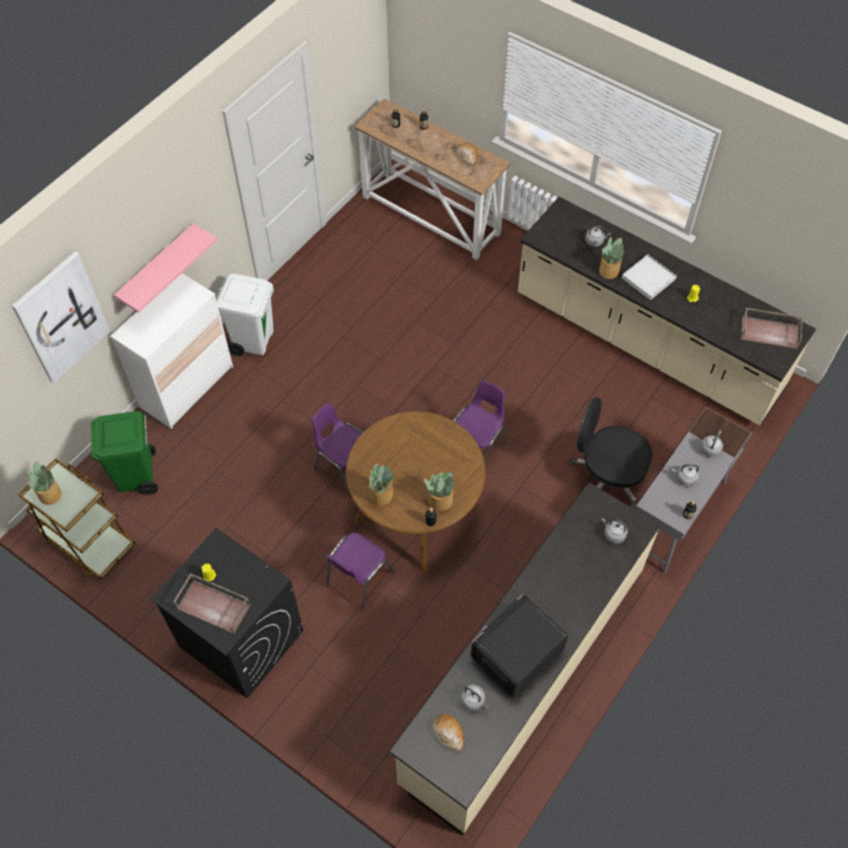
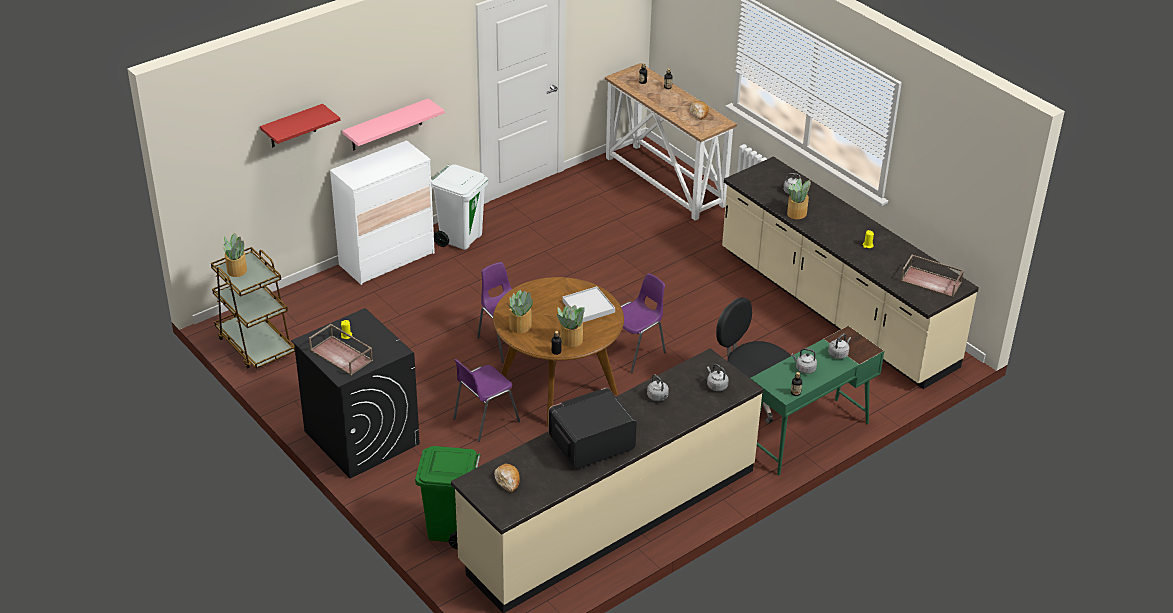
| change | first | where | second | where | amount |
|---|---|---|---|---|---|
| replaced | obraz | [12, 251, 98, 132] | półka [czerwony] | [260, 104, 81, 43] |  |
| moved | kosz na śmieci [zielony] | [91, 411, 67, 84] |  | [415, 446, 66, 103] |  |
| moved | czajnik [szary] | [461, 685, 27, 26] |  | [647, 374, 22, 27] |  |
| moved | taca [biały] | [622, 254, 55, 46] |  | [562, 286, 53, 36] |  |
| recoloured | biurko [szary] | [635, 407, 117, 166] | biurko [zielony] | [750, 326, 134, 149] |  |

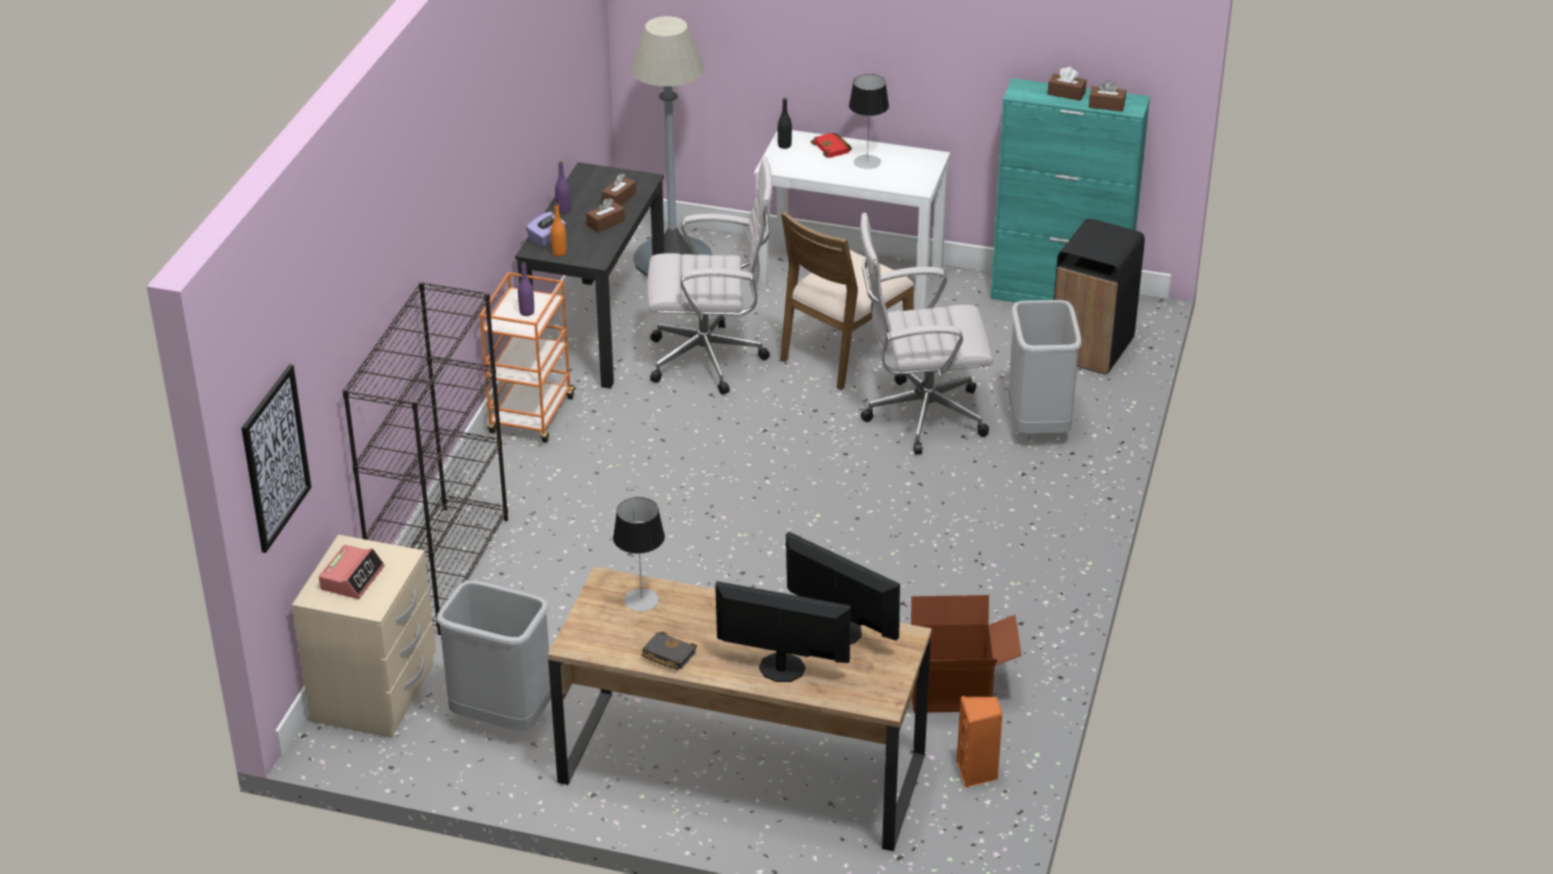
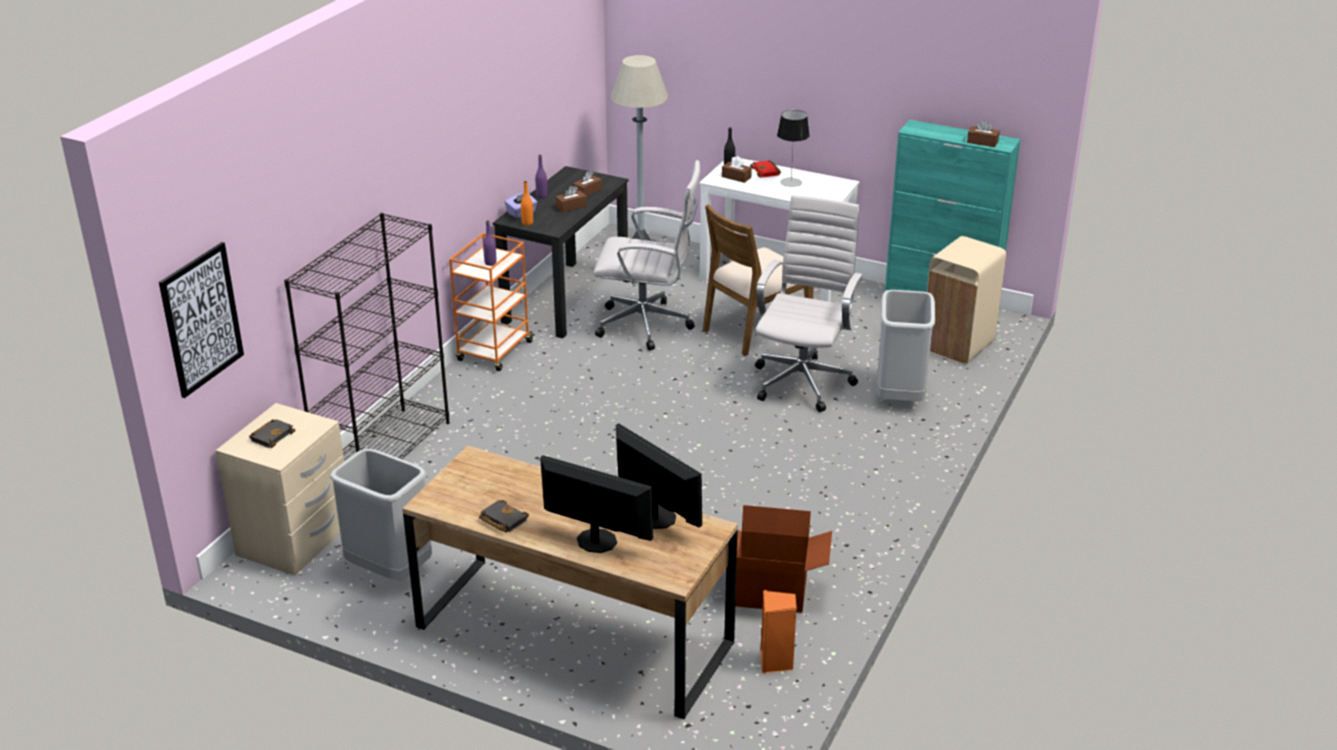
| change | first | where | second | where | amount |
|---|---|---|---|---|---|
| replaced | budzik | [319, 545, 66, 54] | książka [czarny] | [249, 419, 47, 29] |  |
| removed | lampa stołowa | [613, 497, 52, 114] |  |  |  |
| turned | krzesło biurowe [biały] | [860, 213, 133, 241] |  | [755, 195, 108, 217] | 105 degrees clockwise |
| moved | pudełko chusteczek [brązowy] | [1048, 67, 39, 34] |  | [722, 156, 30, 27] |  |
| recoloured | kosz na śmieci [czarny] | [1054, 219, 91, 155] | kosz na śmieci [beżowy] | [927, 236, 79, 128] |  |

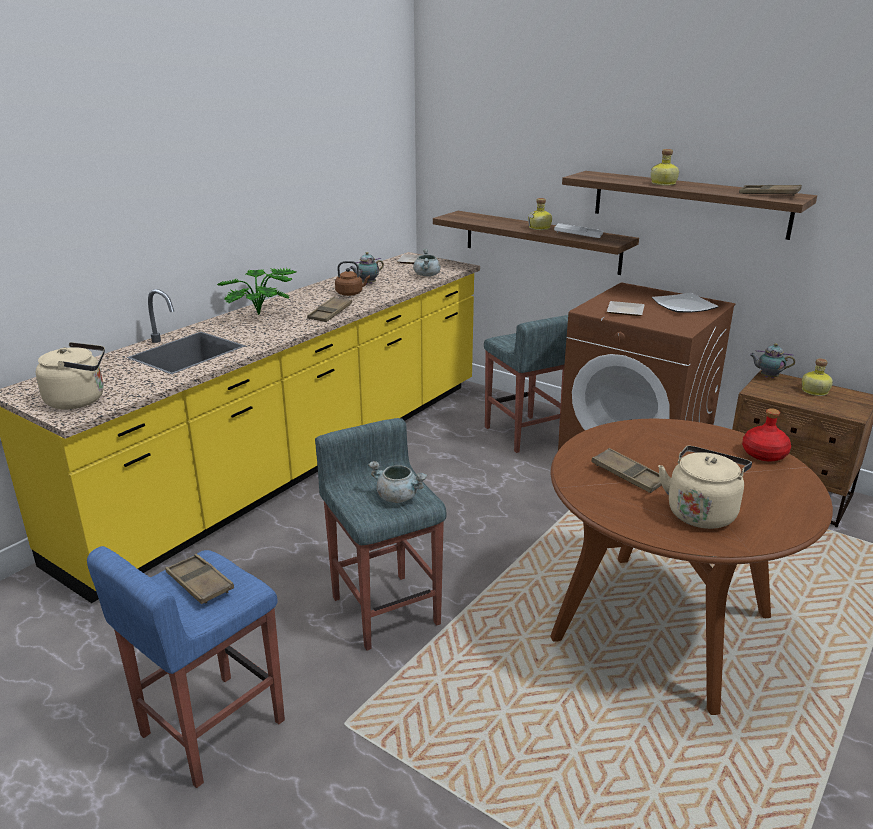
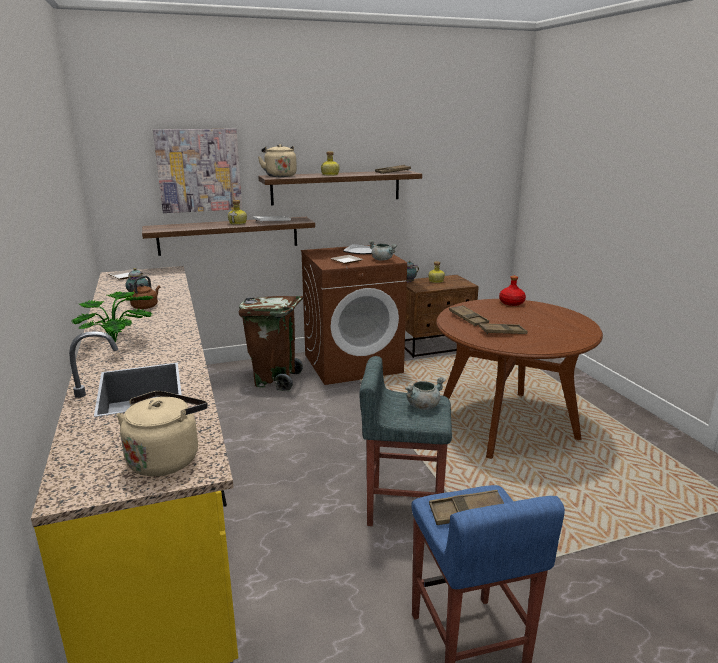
| change | first | where | second | where | amount |
|---|---|---|---|---|---|
| moved | taca [brązowy] | [307, 297, 45, 25] |  | [449, 305, 40, 21] |  |
| moved | garnek [szary] | [413, 249, 28, 28] |  | [368, 240, 29, 21] |  |
| replaced | stołek [szary] | [484, 315, 84, 138] | kosz na śmieci [brązowy] | [239, 296, 65, 95] |  |
| moved | czajnik [beżowy] | [658, 446, 94, 83] |  | [258, 144, 39, 33] |  |
| added |  |  | obraz | [153, 129, 89, 84] |  |

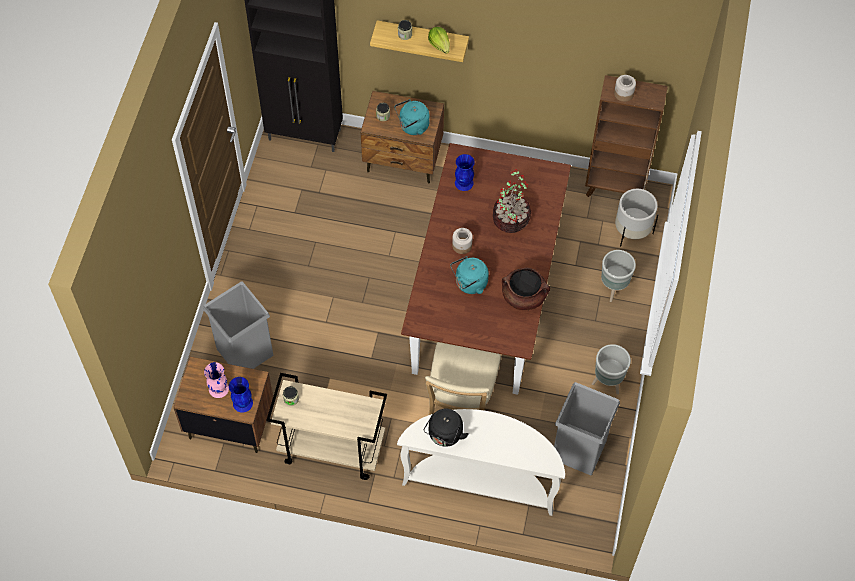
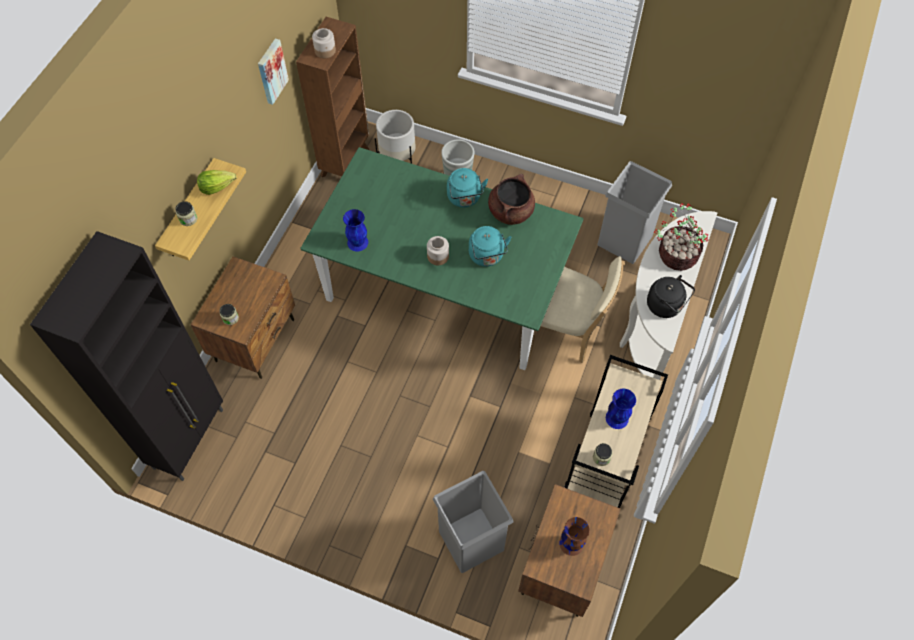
| change | first | where | second | where | amount |
|---|---|---|---|---|---|
| recoloured | wazon [różowy] | [204, 362, 25, 36] | wazon [brązowy] | [559, 517, 31, 39] |  |
| moved | wazon [niebieski] | [229, 377, 24, 36] |  | [606, 388, 30, 41] |  |
| moved | czajnik [turkusowy] | [395, 99, 35, 36] |  | [447, 168, 41, 39] |  |
| recoloured | stół jadalny [brązowy] | [401, 143, 170, 252] | stół jadalny [zielony] | [301, 147, 282, 223] |  |
| moved | roślina doniczkowa | [493, 169, 38, 64] |  | [654, 203, 54, 68] |  |
| removed | donica [szary] | [592, 344, 39, 50] |  |  |  |
| added |  |  | obraz | [258, 38, 31, 67] |  |

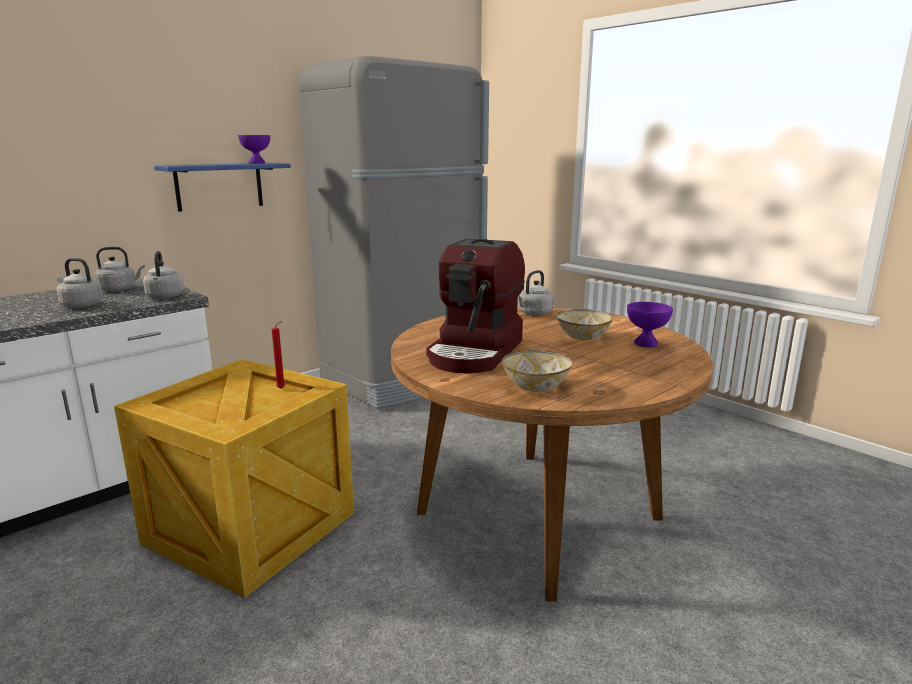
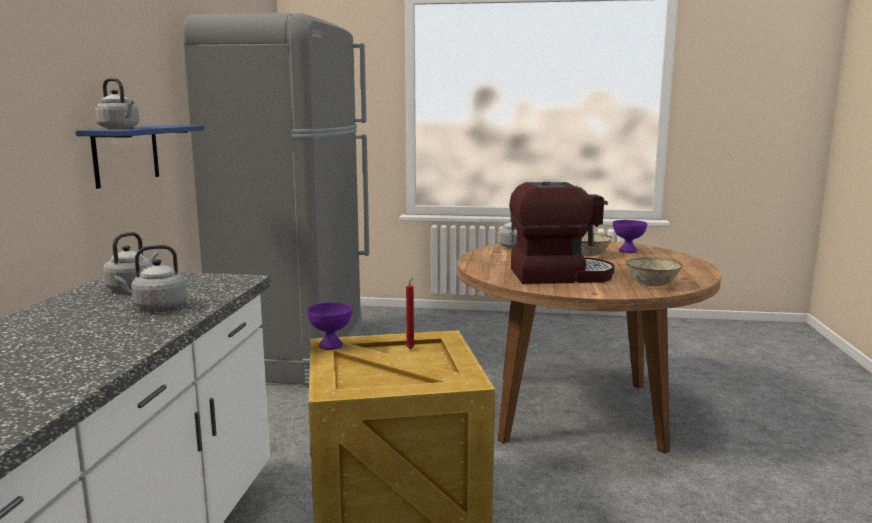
| change | first | where | second | where | amount |
|---|---|---|---|---|---|
| moved | czajnik [szary] | [143, 251, 41, 48] |  | [95, 78, 44, 51] |  |
| moved | miska [fioletowy] | [238, 135, 32, 29] |  | [307, 302, 45, 48] |  |
| turned | ekspres do kawy | [426, 239, 99, 134] |  | [509, 182, 105, 102] | 75 degrees counterclockwise |

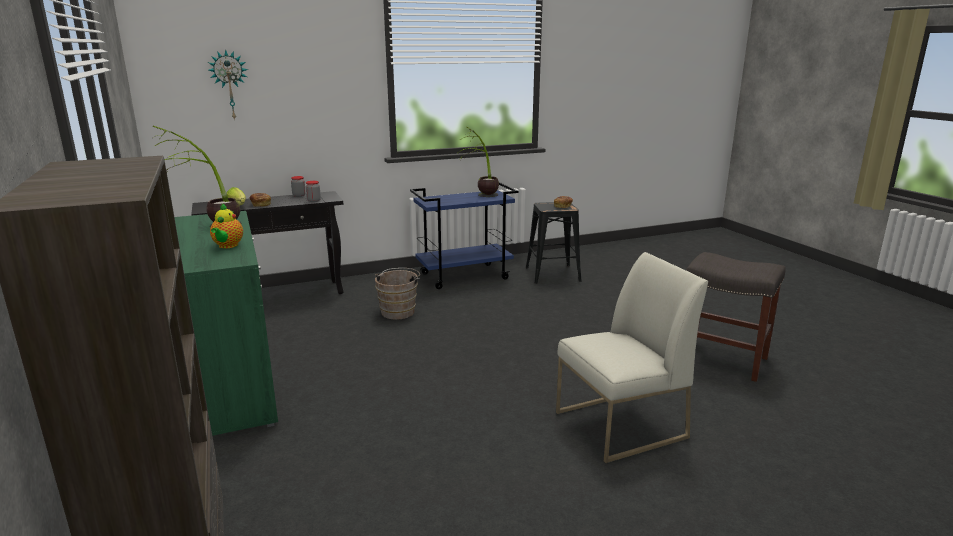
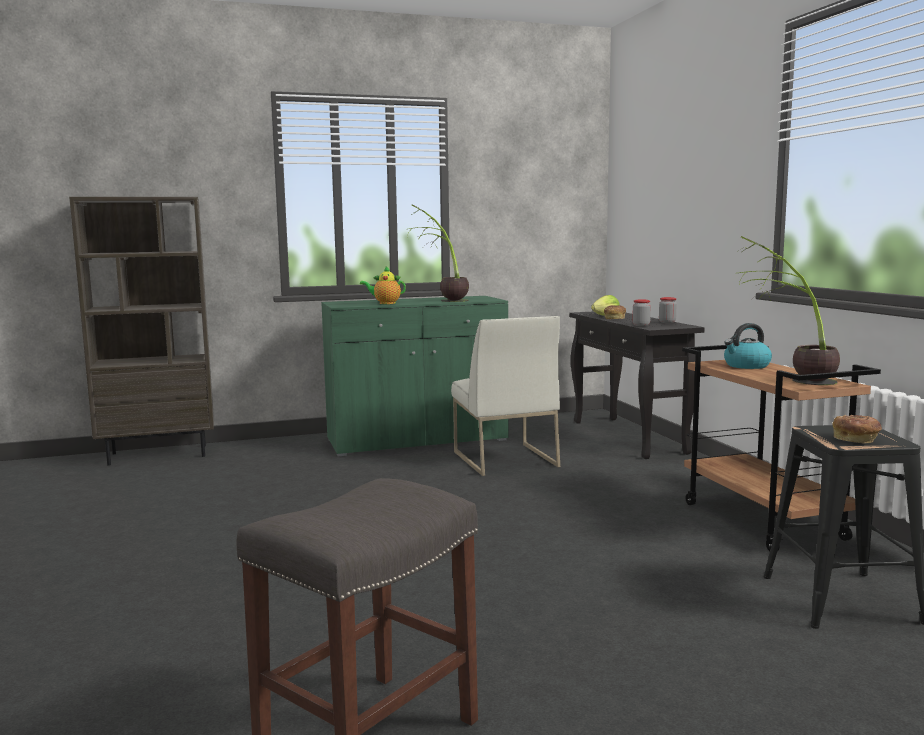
| change | first | where | second | where | amount |
|---|---|---|---|---|---|
| removed | zegar ścienny | [208, 49, 40, 72] |  |  |  |
| removed | wiadro [brązowy] | [375, 268, 45, 52] |  |  |  |
| recoloured | wózek [niebieski] | [410, 182, 108, 107] | wózek [brązowy] | [682, 345, 199, 206] |  |
| moved | krzesło [biały] | [556, 252, 152, 211] |  | [451, 316, 109, 160] |  |
| added |  |  | czajnik | [724, 323, 48, 46] |  |

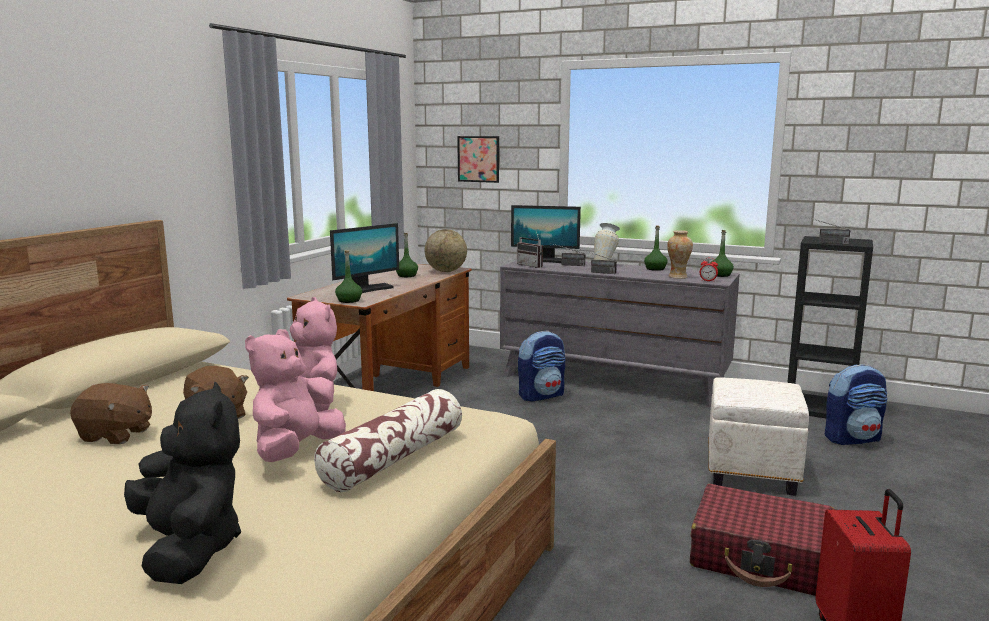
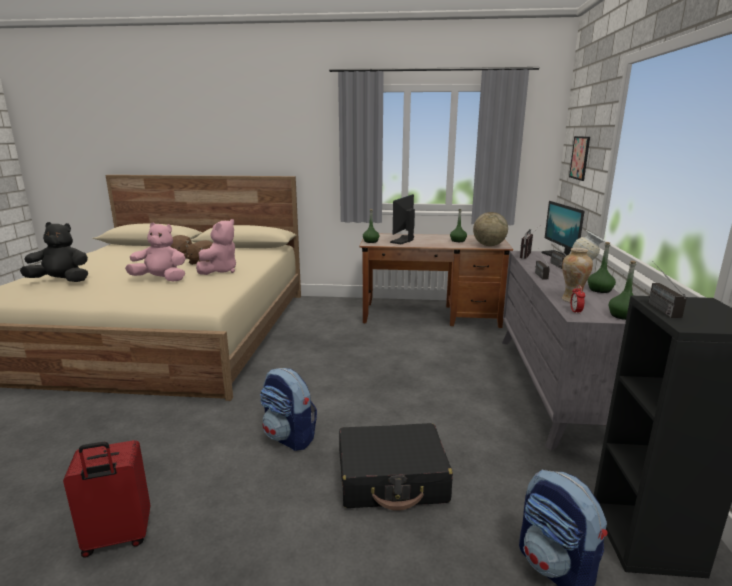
| change | first | where | second | where | amount |
|---|---|---|---|---|---|
| turned | pluszak [czarny] | [124, 382, 117, 202] |  | [20, 222, 68, 60] | 135 degrees counterclockwise |
| removed | poduszka | [314, 389, 148, 103] |  |  |  |
| turned | monitor | [330, 223, 69, 70] |  | [390, 194, 25, 50] | 90 degrees clockwise |
| moved | plecak | [518, 331, 47, 71] |  | [260, 368, 57, 83] |  |
| removed | walizka [czerwony] | [690, 484, 145, 112] |  |  |  |
| replaced | pufa [biały] | [708, 378, 101, 118] | walizka [czarny] | [339, 423, 114, 88] |  |

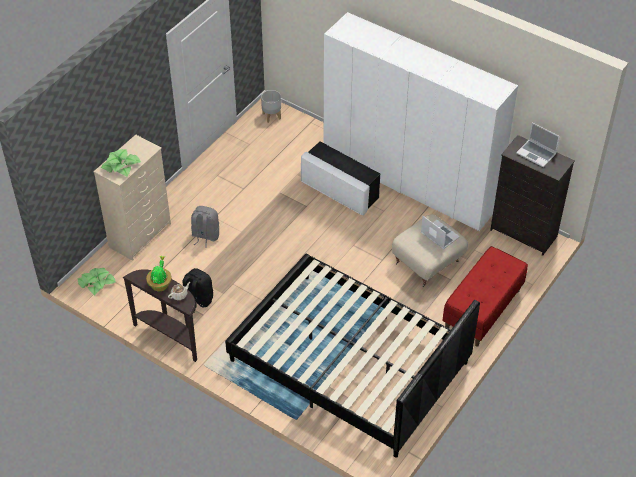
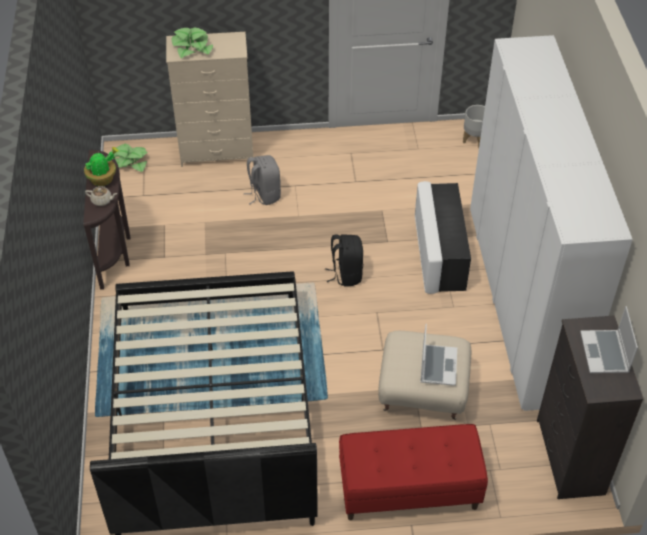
| change | first | where | second | where | amount |
|---|---|---|---|---|---|
| moved | plecak [czarny] | [183, 268, 30, 45] |  | [325, 234, 38, 53] |  |

